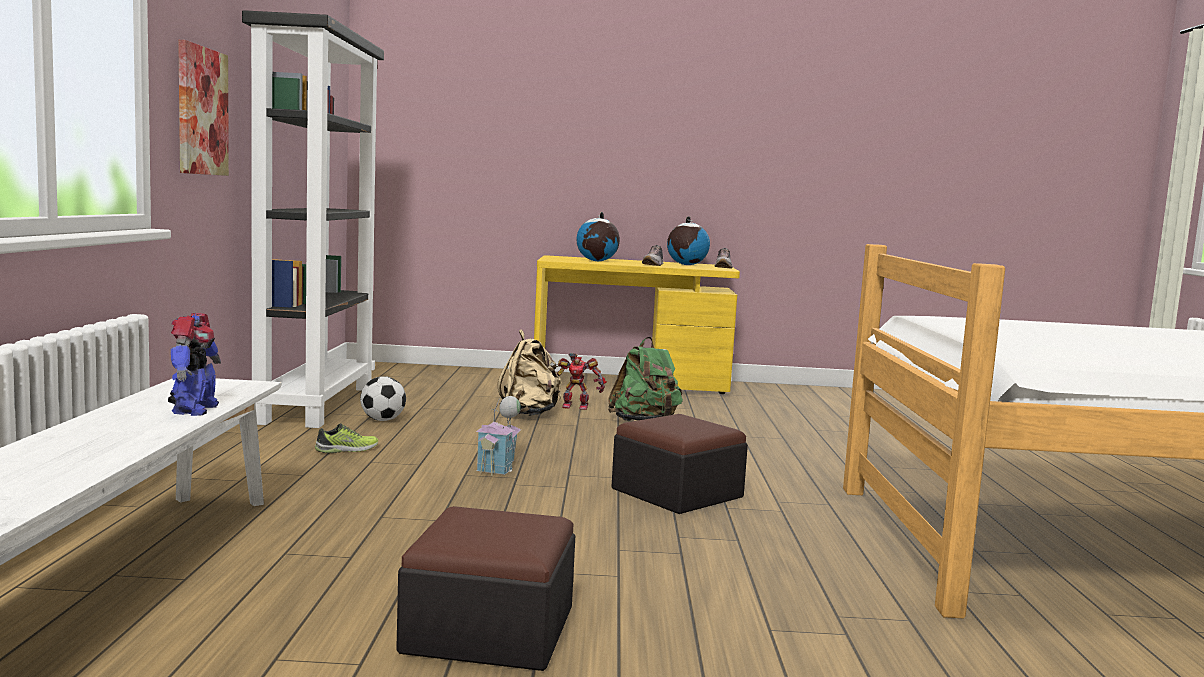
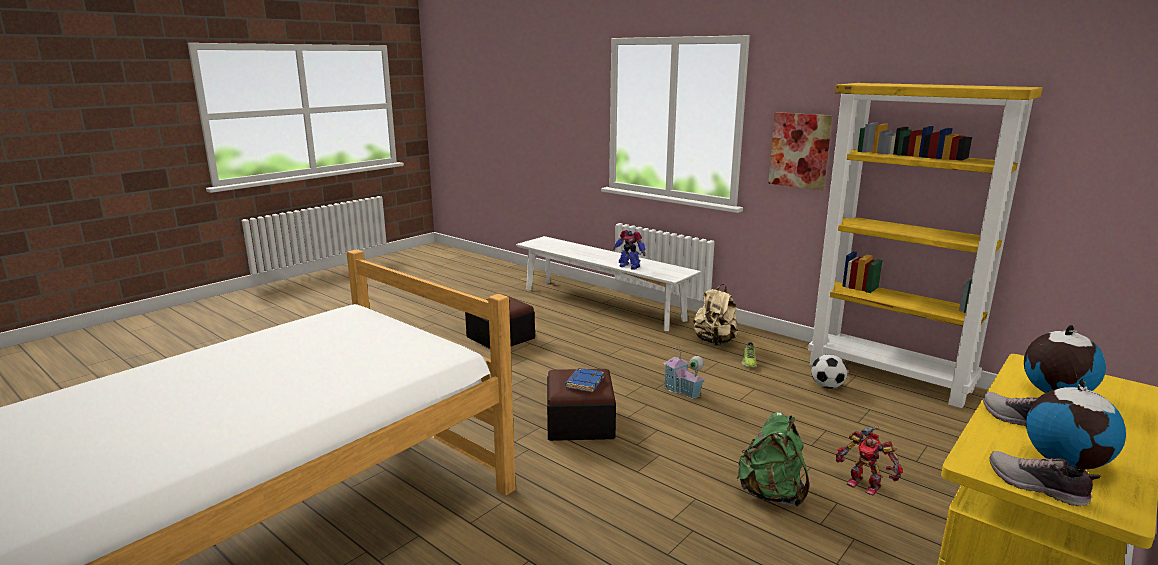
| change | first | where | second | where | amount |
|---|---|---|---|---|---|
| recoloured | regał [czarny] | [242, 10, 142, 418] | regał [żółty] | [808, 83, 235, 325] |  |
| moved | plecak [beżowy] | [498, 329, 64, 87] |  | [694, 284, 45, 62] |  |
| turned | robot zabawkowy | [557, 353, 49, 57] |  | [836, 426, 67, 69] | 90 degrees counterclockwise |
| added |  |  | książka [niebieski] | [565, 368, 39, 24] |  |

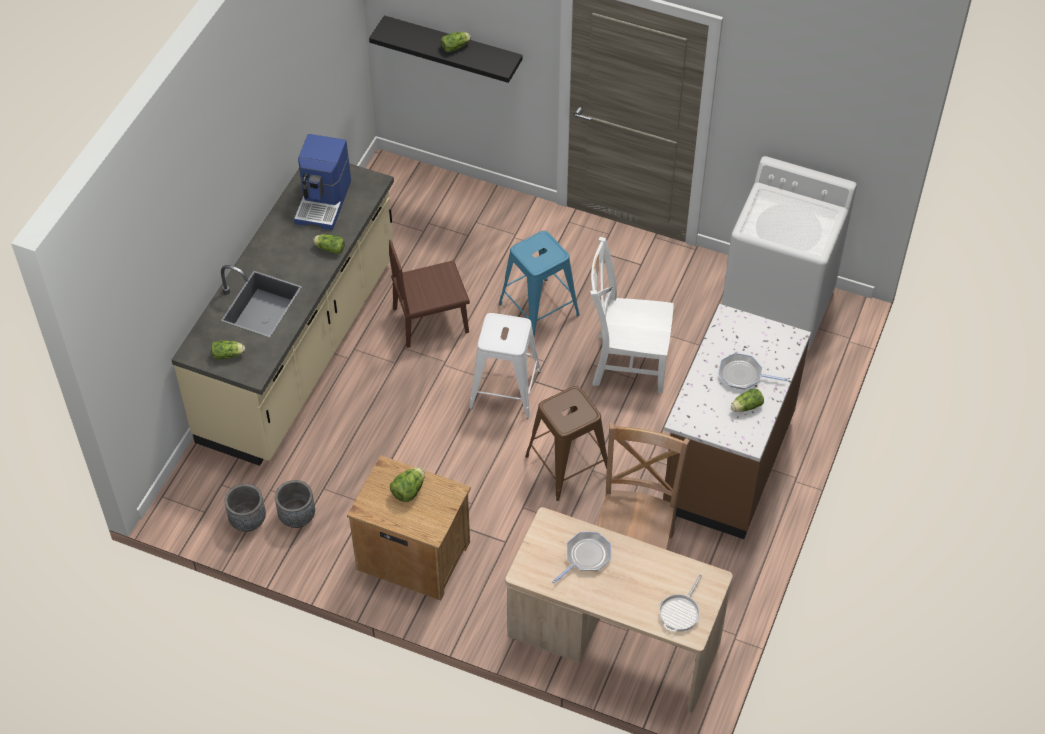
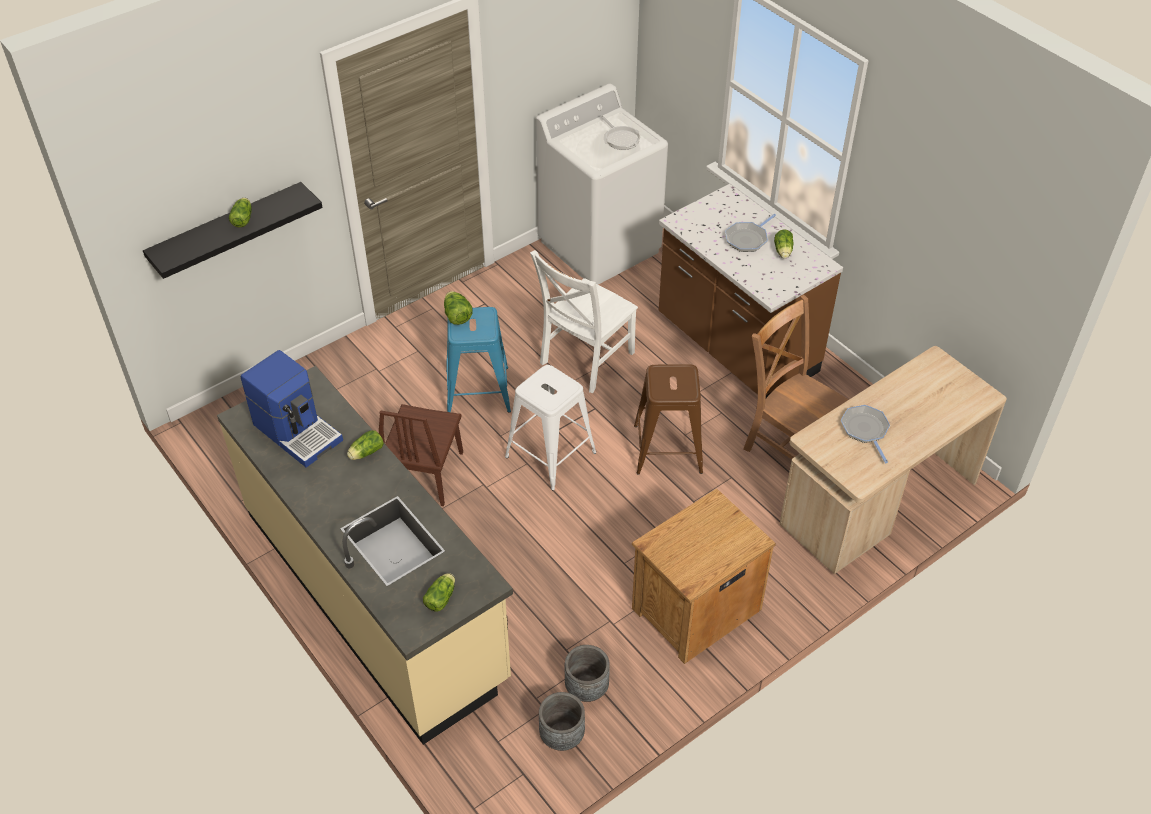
| change | first | where | second | where | amount |
|---|---|---|---|---|---|
| moved | sałata | [390, 467, 35, 35] |  | [444, 291, 29, 34] |  |
| moved | patelnia | [659, 574, 43, 58] |  | [600, 115, 40, 35] |  |

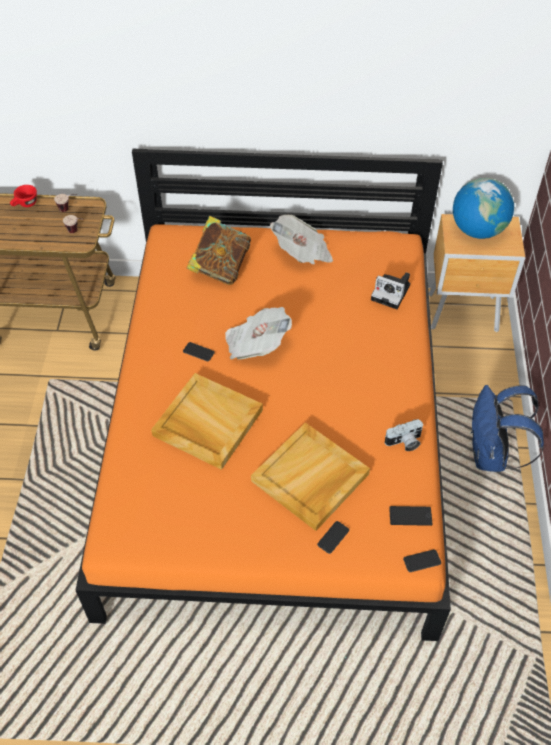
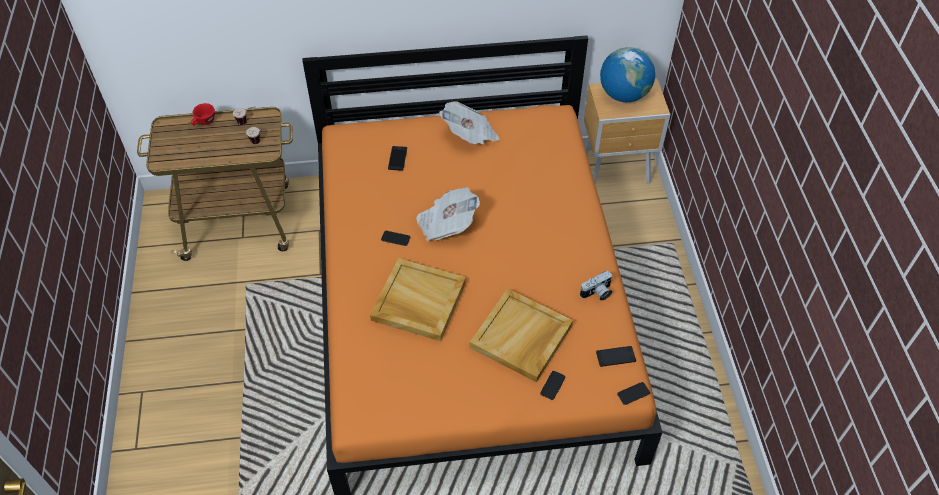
| change | first | where | second | where | amount |
|---|---|---|---|---|---|
| replaced | książka | [186, 216, 65, 69] | telefon | [388, 146, 19, 25] |  |
| removed | aparat fotograficzny | [371, 272, 39, 37] |  |  |  |
| removed | plecak [niebieski] | [471, 385, 73, 87] |  |  |  |

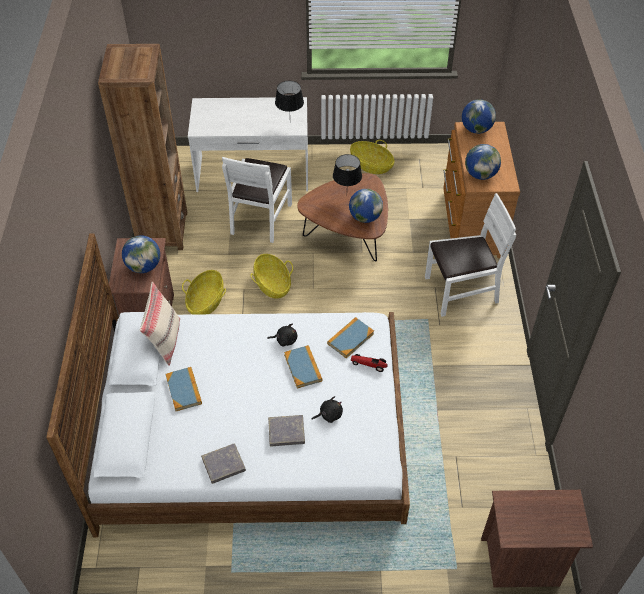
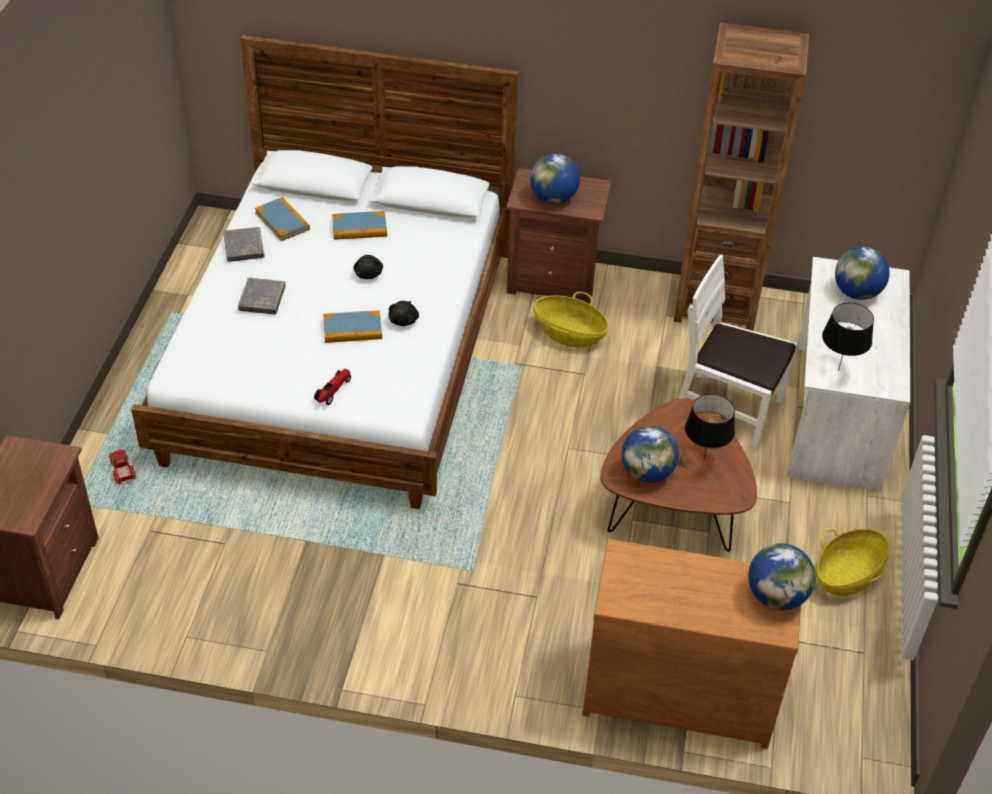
| change | first | where | second | where | amount |
|---|---|---|---|---|---|
| removed | poduszka [beżowy] | [140, 282, 40, 84] |  |  |  |
| removed | koszyk | [250, 254, 43, 44] |  |  |  |
| moved | pluszak [czarny] | [312, 396, 31, 27] |  | [353, 255, 30, 24] |  |
| moved | książka | [327, 317, 47, 41] |  | [255, 197, 55, 44] |  |
| removed | krzesło [biały] | [425, 193, 91, 124] |  |  |  |
| moved | globus | [465, 144, 36, 36] |  | [835, 247, 55, 53] |  |
| added |  |  | ciężarówka zabawkowa | [109, 450, 27, 34] |  |

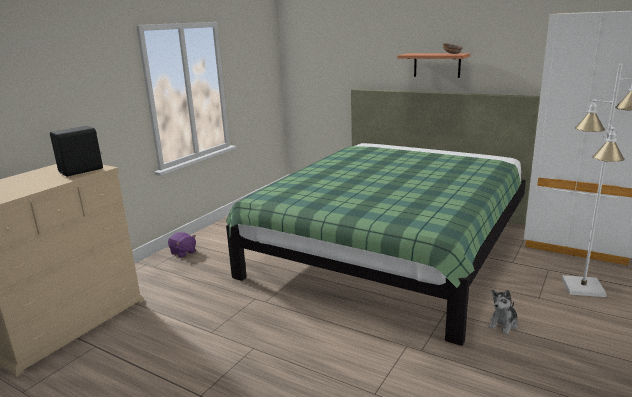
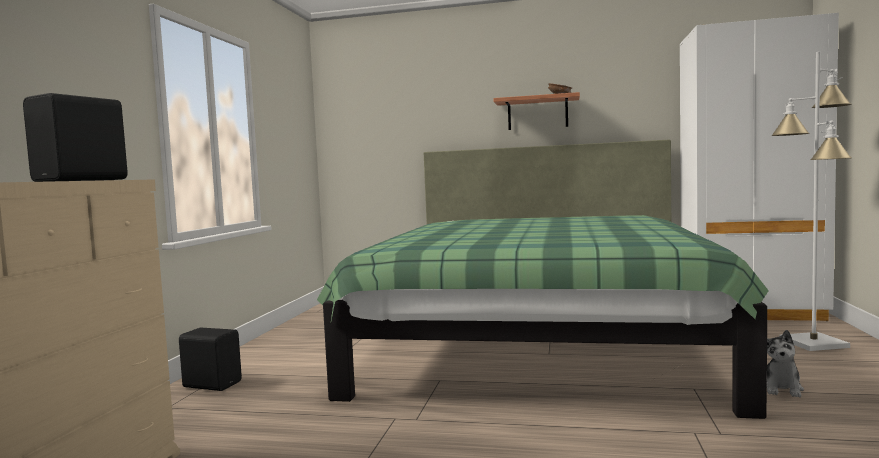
| change | first | where | second | where | amount |
|---|---|---|---|---|---|
| replaced | pluszak [fioletowy] | [168, 232, 28, 26] | głośnik [czarny] | [179, 328, 63, 63] |  |

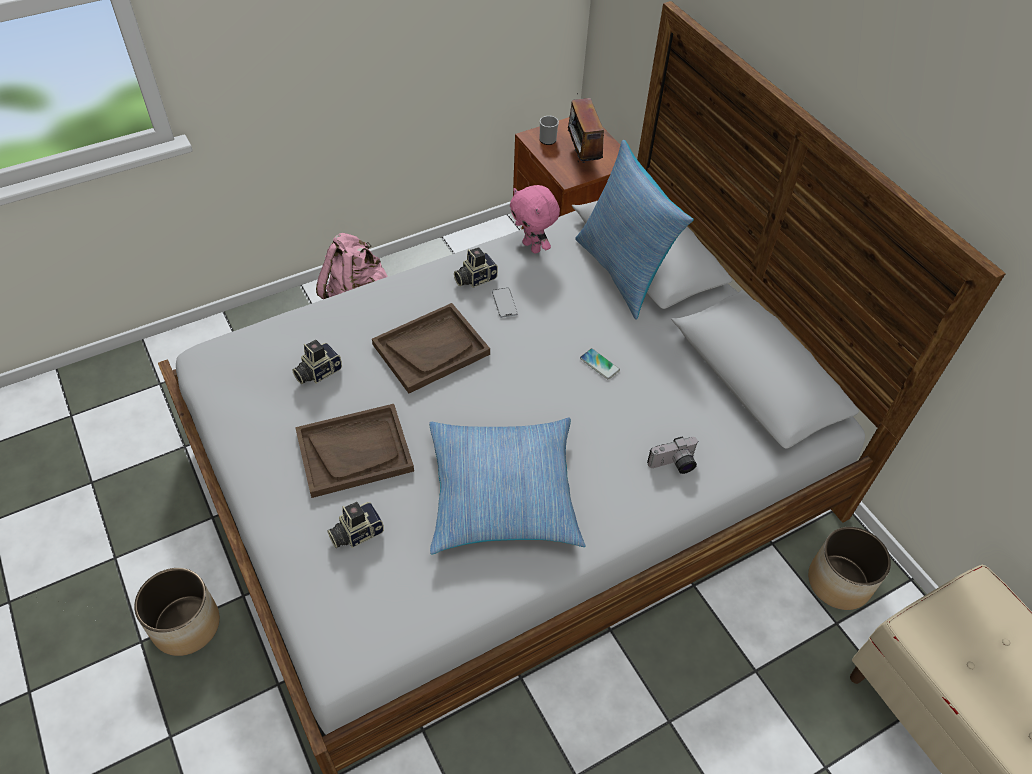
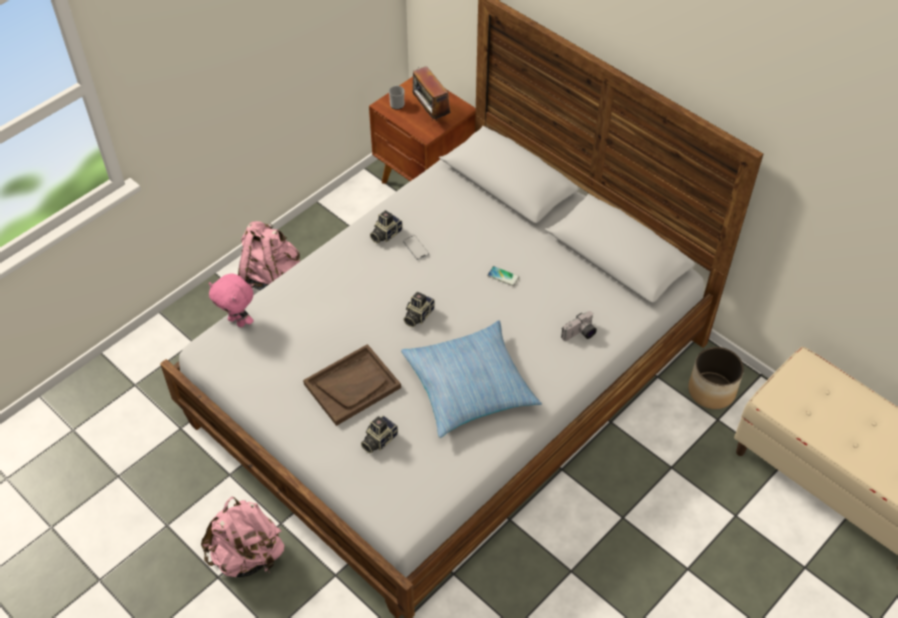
| change | first | where | second | where | amount |
|---|---|---|---|---|---|
| replaced | donica | [134, 568, 86, 88] | plecak [różowy] | [201, 497, 84, 80] |  |
| moved | aparat fotograficzny | [292, 340, 50, 44] |  | [404, 291, 31, 36] |  |
| removed | taca [brązowy] | [372, 303, 118, 90] |  |  |  |
| moved | pluszak [różowy] | [510, 185, 50, 69] |  | [209, 274, 45, 53] |  |
| removed | poduszka | [575, 140, 119, 180] |  |  |  |

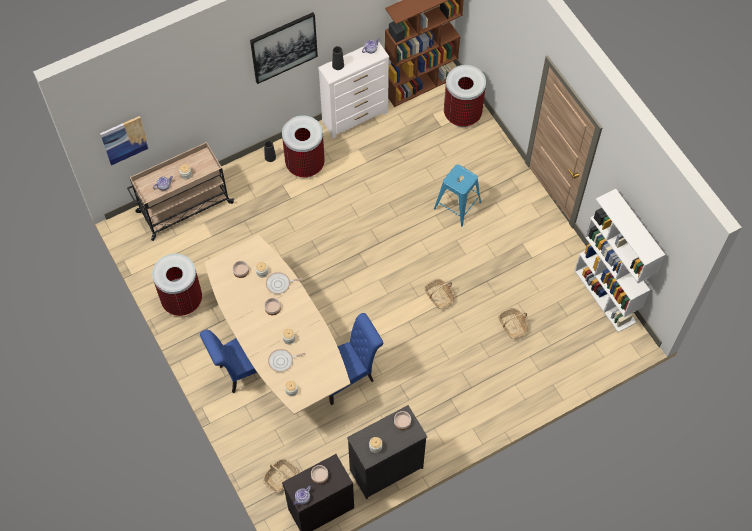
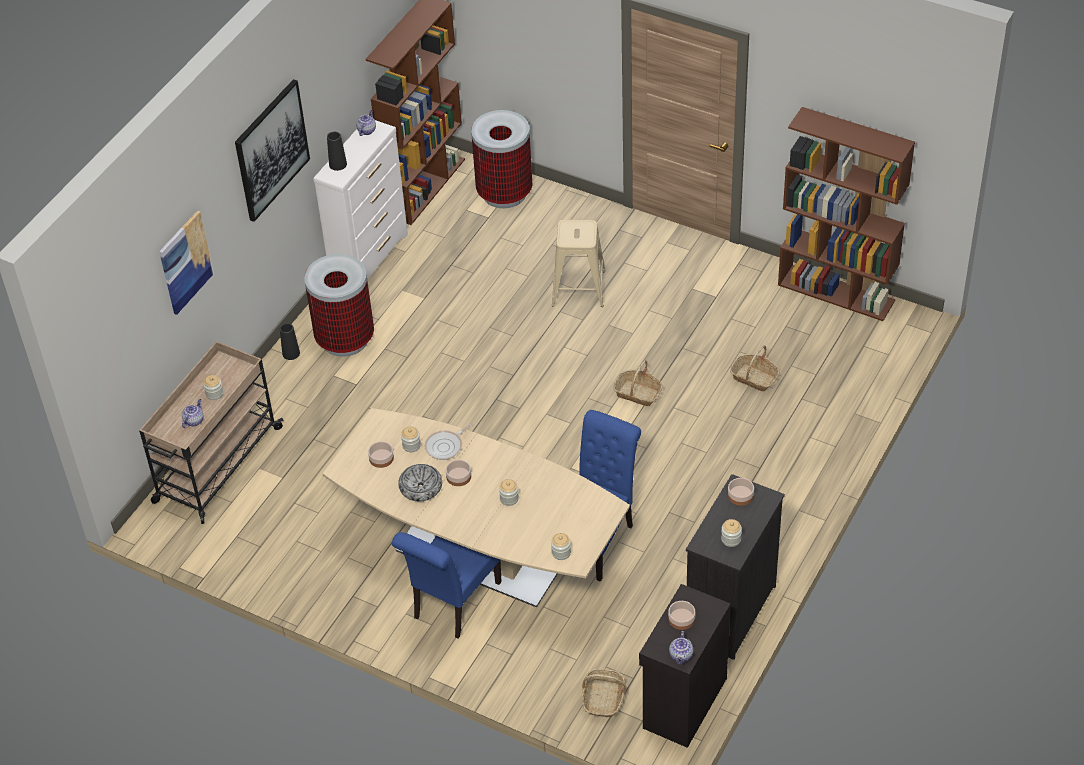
| change | first | where | second | where | amount |
|---|---|---|---|---|---|
| moved | obraz | [100, 116, 49, 49] |  | [159, 210, 55, 105] |  |
| removed | kosz na śmieci | [152, 254, 50, 62] |  |  |  |
| removed | patelnia | [268, 349, 37, 23] |  |  |  |
| recoloured | stołek [niebieski] | [434, 164, 47, 62] | stołek [beżowy] | [552, 220, 53, 87] |  |
| recoloured | regał [biały] | [575, 189, 90, 143] | regał [brązowy] | [778, 107, 137, 214] |  |
| added |  |  | miska | [398, 464, 44, 37] |  |

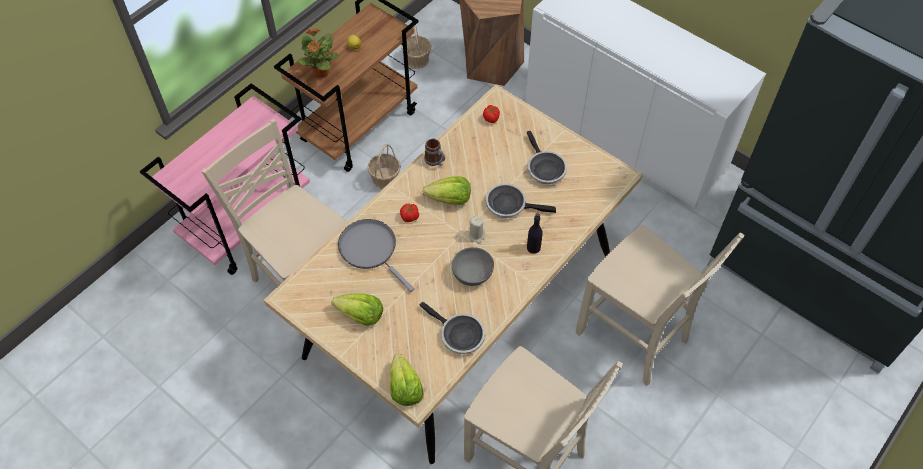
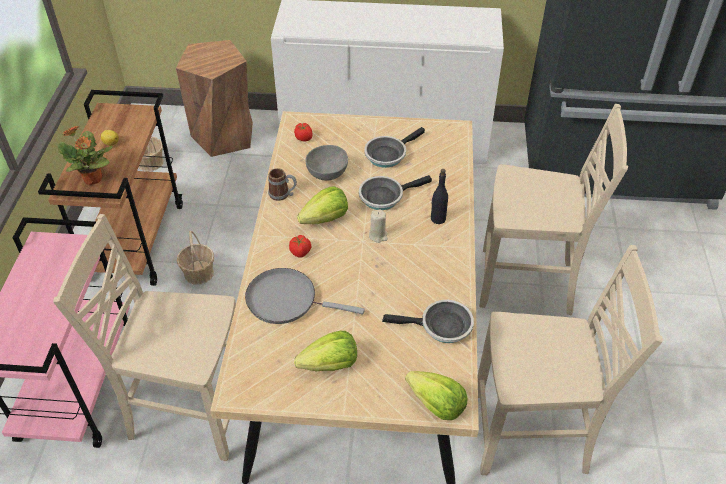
| change | first | where | second | where | amount |
|---|---|---|---|---|---|
| moved | miska [szary] | [452, 247, 42, 39] |  | [305, 145, 43, 36] |  |
| turned | patelnia | [527, 131, 40, 53] |  | [364, 127, 61, 41] | 105 degrees clockwise |

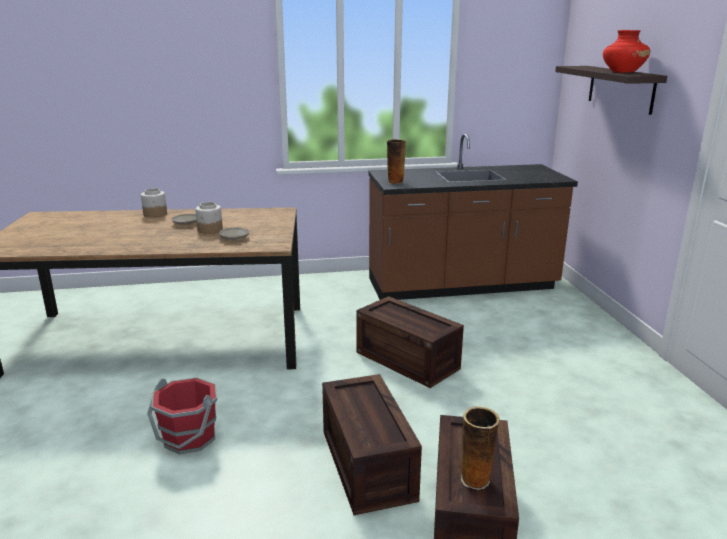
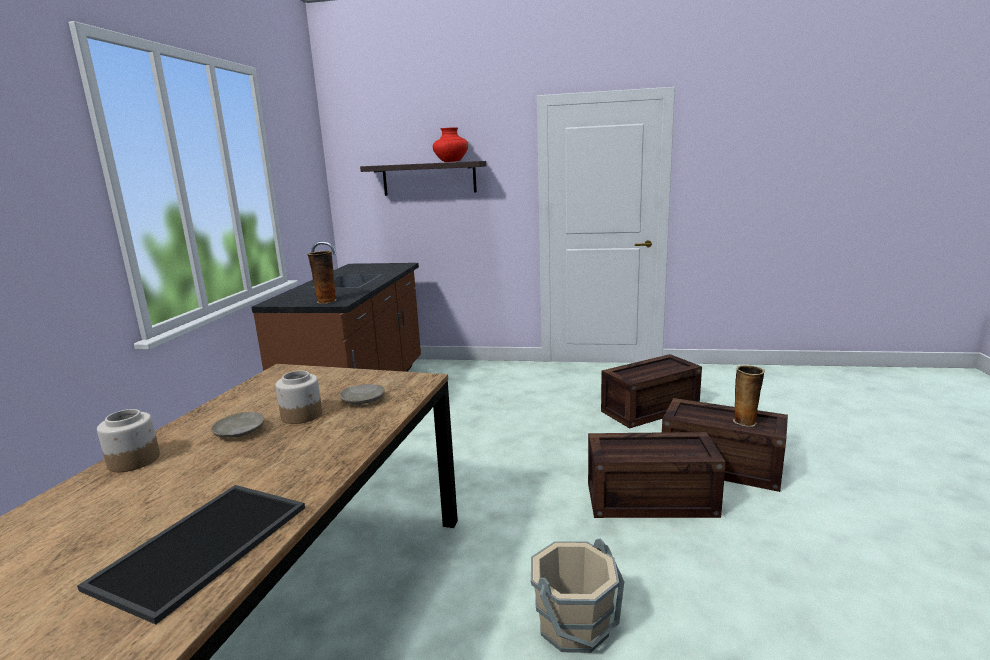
| change | first | where | second | where | amount |
|---|---|---|---|---|---|
| recoloured | wiadro [czerwony] | [147, 378, 70, 76] | wiadro [beżowy] | [531, 539, 93, 114] |  |
| moved | skrzynka | [356, 296, 108, 92] |  | [601, 354, 101, 74] |  |
| added |  |  | taca | [77, 485, 228, 140] |  |

